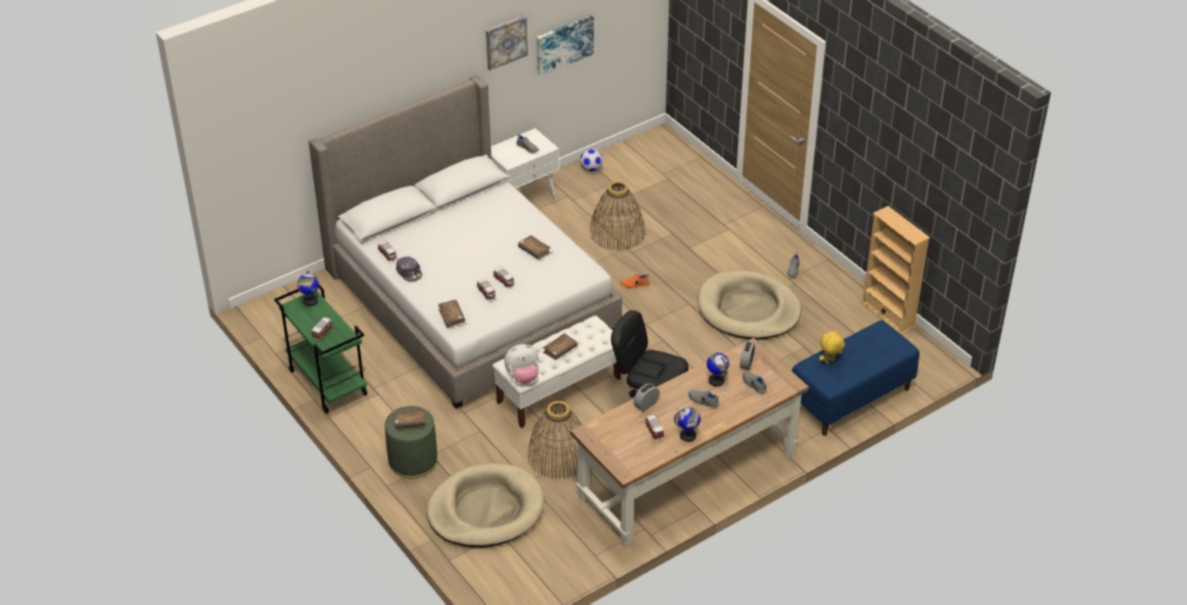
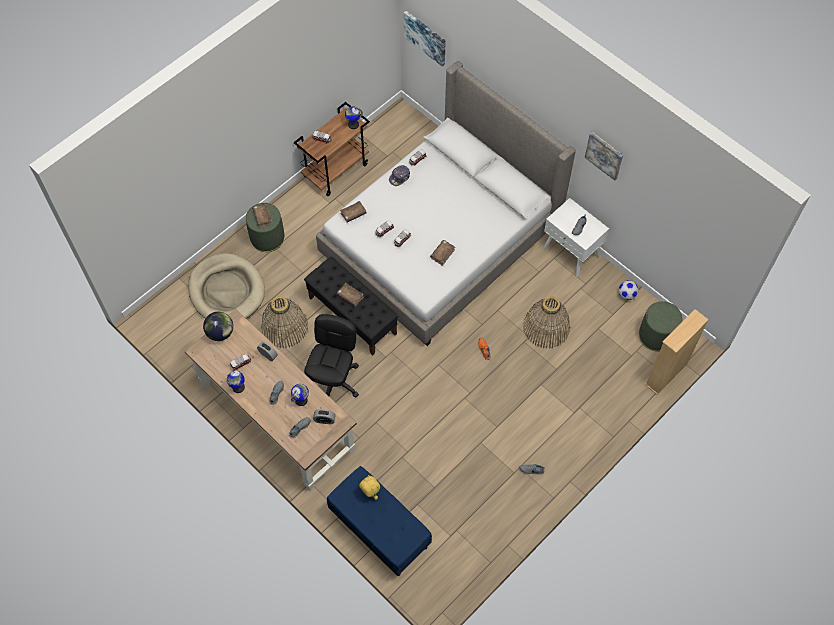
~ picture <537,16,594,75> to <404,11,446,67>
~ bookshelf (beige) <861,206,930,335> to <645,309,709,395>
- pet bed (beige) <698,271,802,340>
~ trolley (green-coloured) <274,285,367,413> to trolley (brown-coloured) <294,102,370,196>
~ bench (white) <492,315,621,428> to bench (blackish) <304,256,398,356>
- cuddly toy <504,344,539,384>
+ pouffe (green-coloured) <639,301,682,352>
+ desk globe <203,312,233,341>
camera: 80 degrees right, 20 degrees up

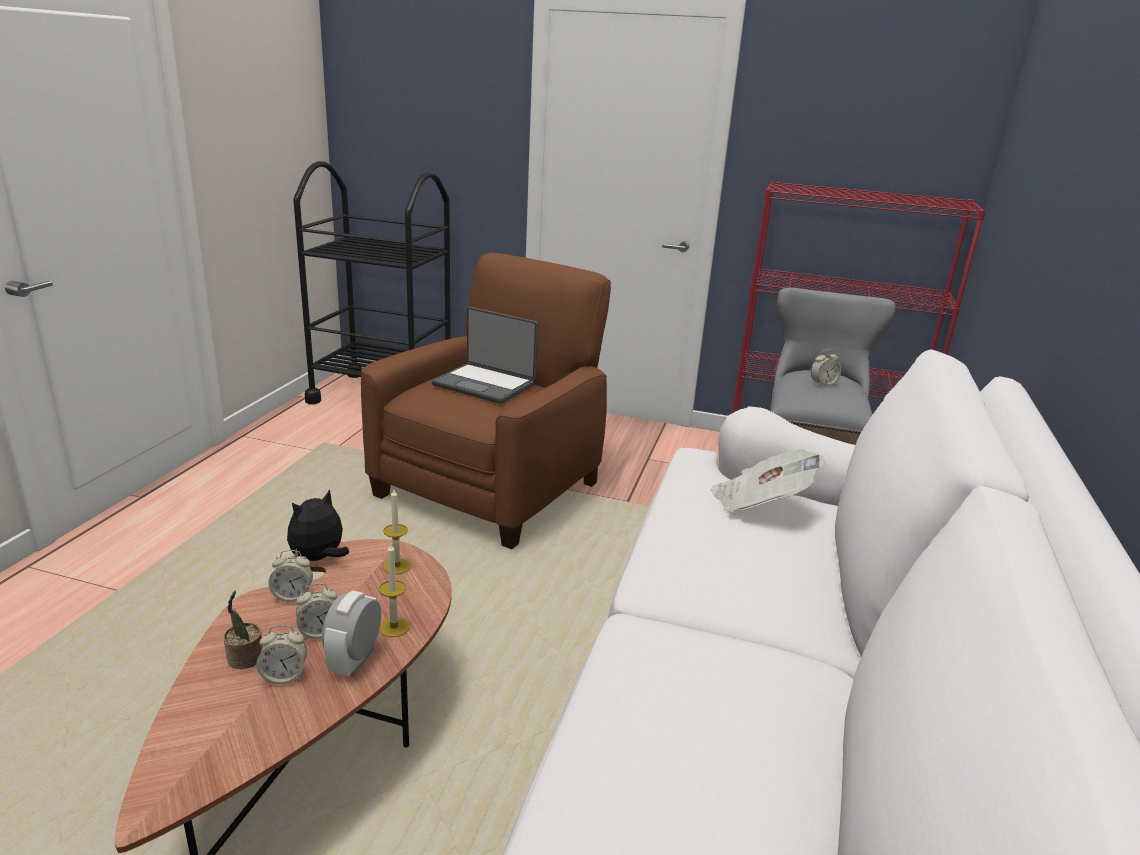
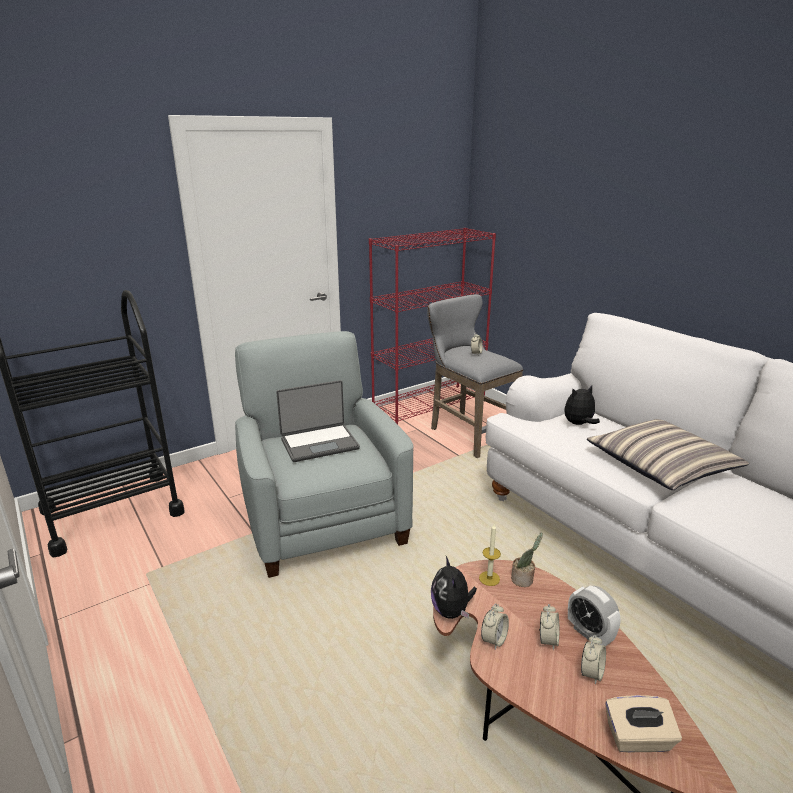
~ lounge chair (brown-coloured) <361,253,611,549> to lounge chair (gray) <235,331,413,578>
~ printed paper <711,449,825,512> to cuddly toy <564,386,600,425>
- wax candle <379,542,410,637>
~ houseplant <223,590,263,669> to <511,533,543,587>
+ cushion <587,419,749,490>
+ tissue box (beige) <605,695,682,753>
camera: 50 degrees left, 0 degrees up

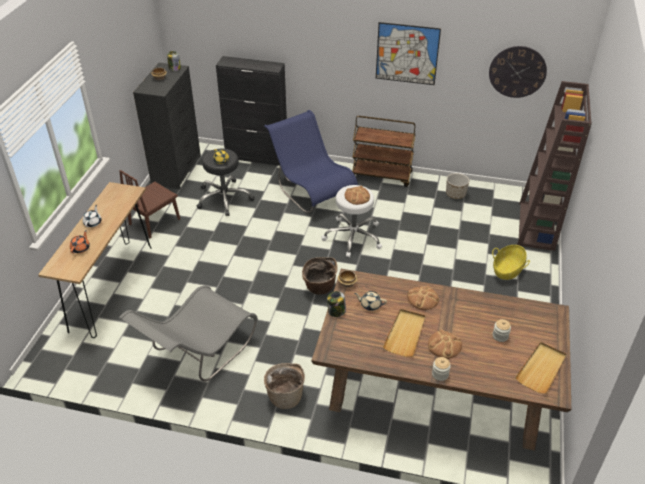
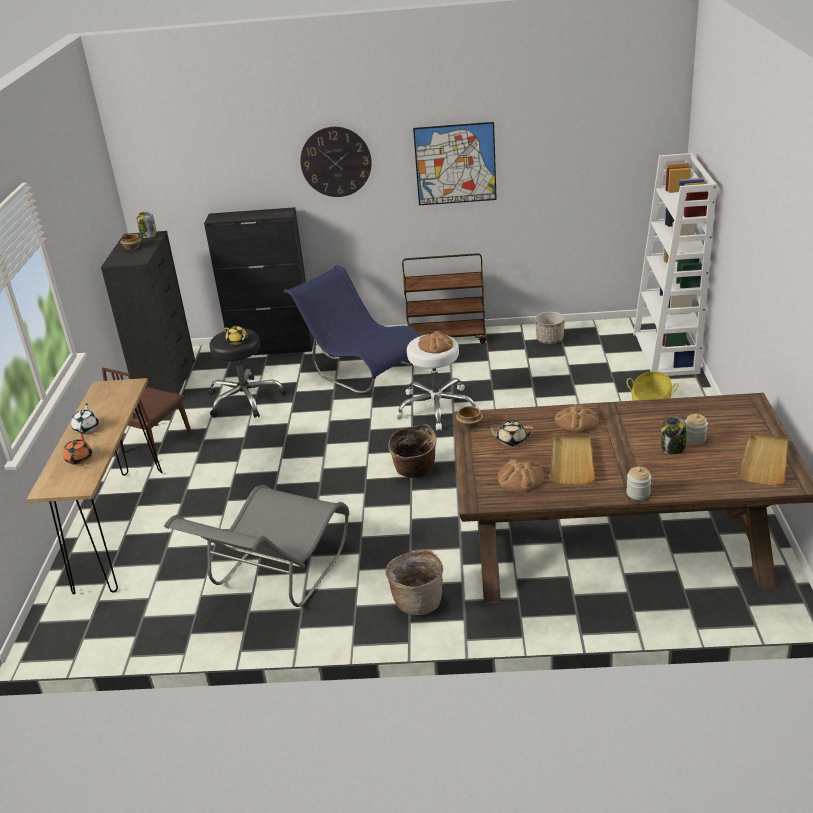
~ hanging clock <489,46,547,98> to <300,127,372,197>
~ bookshelf (brown-coloured) <517,81,592,251> to bookshelf (white) <633,153,717,376>
~ storage jar <327,291,346,317> to <661,417,687,455>
~ bread <428,329,462,359> to <497,459,544,492>
camera: 10 degrees left, 10 degrees down

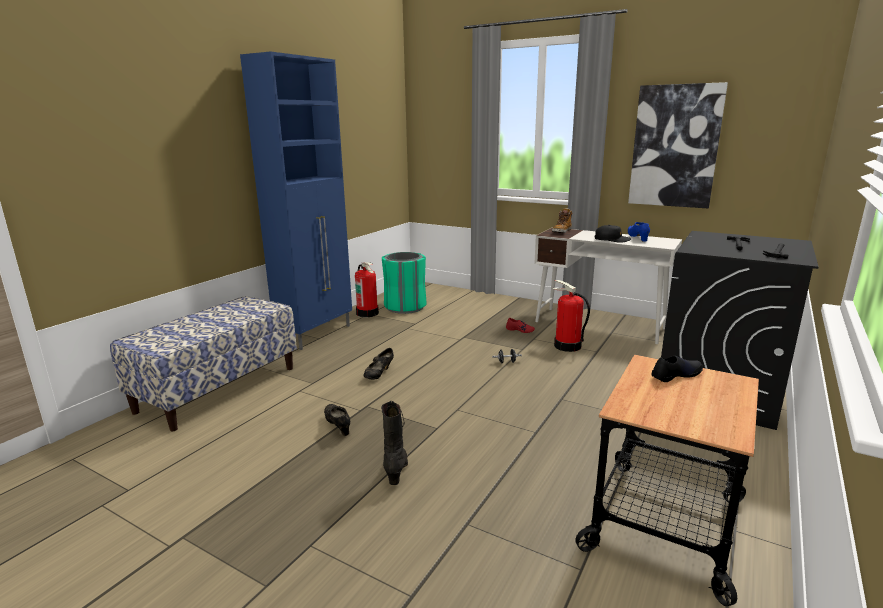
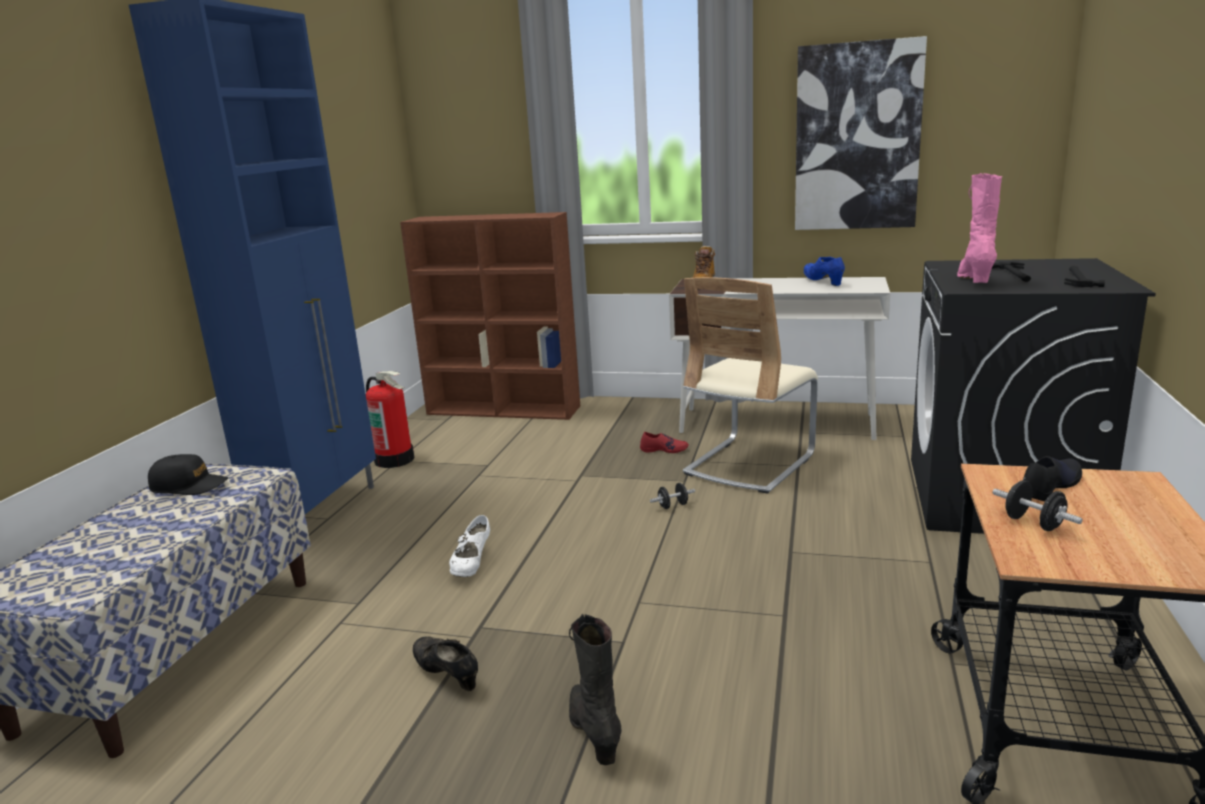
~ baseball cap (blackish) <595,225,632,243> to <148,454,228,495>
- waste bin (green-coloured) <382,252,427,314>
~ fire-fighting cylinder <552,280,590,352> to upright chair (beige) <683,277,818,493>
~ low shoe (blackish) <364,348,394,380> to low shoe (white) <449,515,490,577>
+ boot (pink-coloured) <957,173,1002,283>
+ bookshelf (brown-coloured) <400,212,580,420>
+ hand weight (blackish) <992,480,1083,531>
camera: 15 degrees left, 0 degrees up

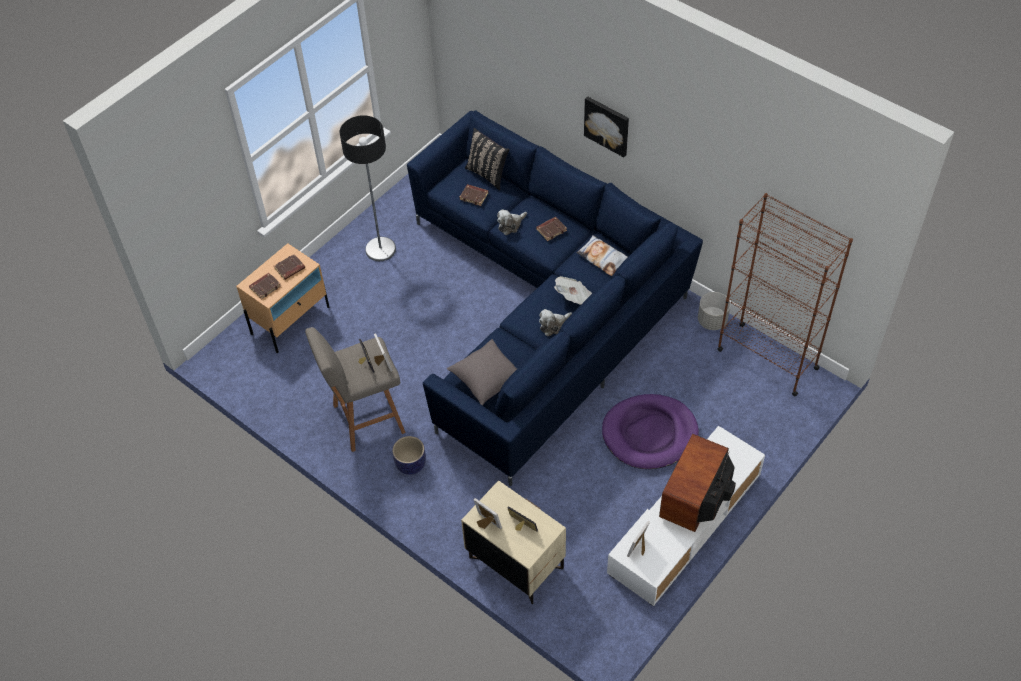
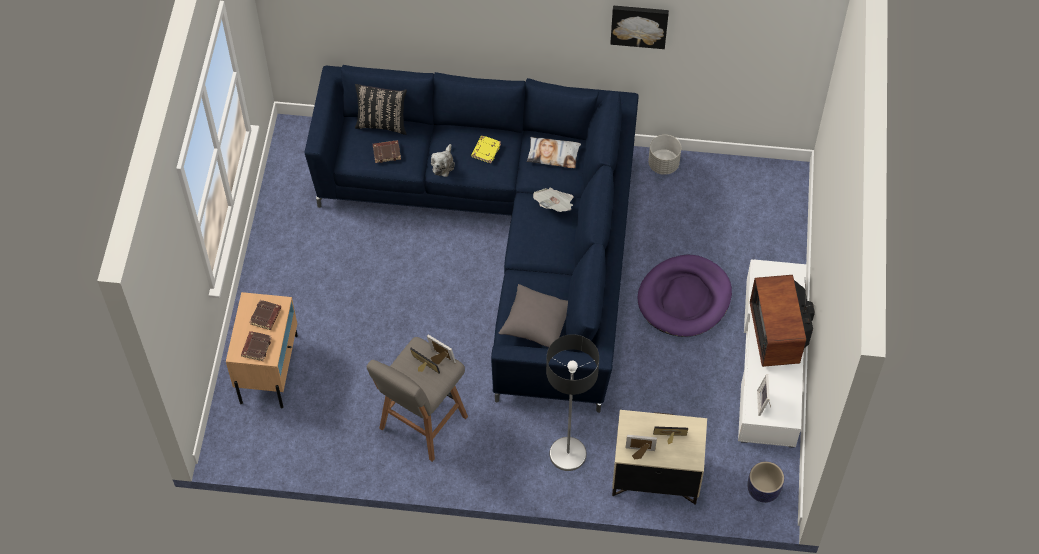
~ picture <584,96,629,157> to <610,5,669,49>
~ standard lamp <340,115,396,261> to <546,334,599,471>
- bookshelf (brown-coloured) <717,193,853,396>
~ volume (brown-coloured) <536,217,567,241> to volume (yellow-coloured) <471,136,501,163>
- cuddly toy <539,309,572,336>
~ plant pot <392,436,426,475> to <748,461,784,503>
camera: 35 degrees left, 5 degrees up

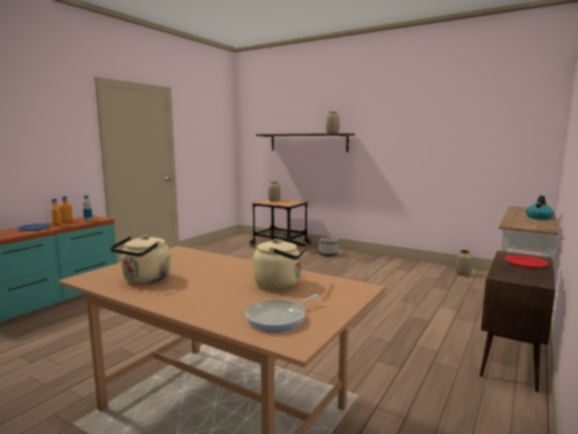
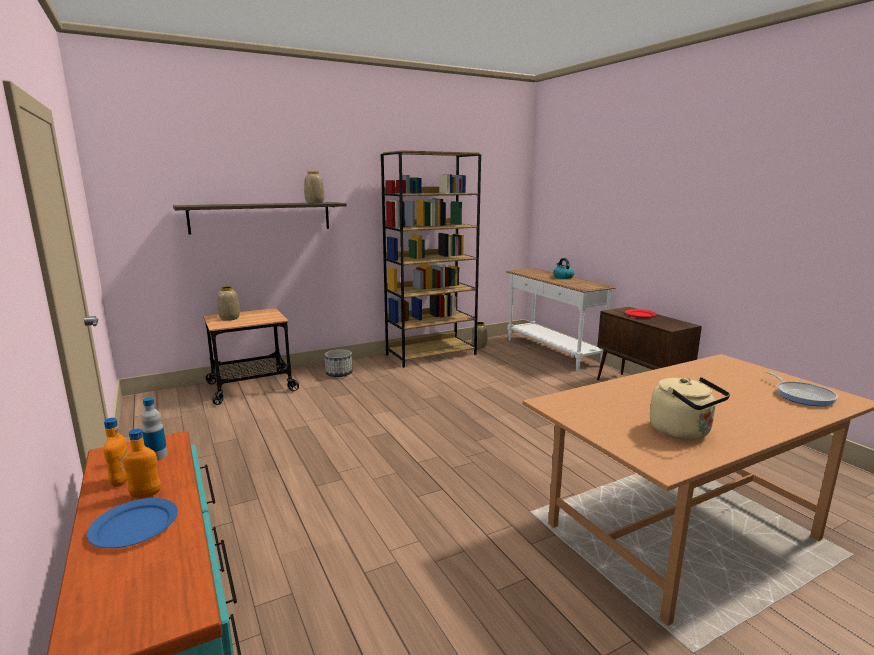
- tea kettle (beige) <253,237,308,290>
+ bookshelf (brown-coloured) <381,150,481,368>
camera: 60 degrees left, 5 degrees up

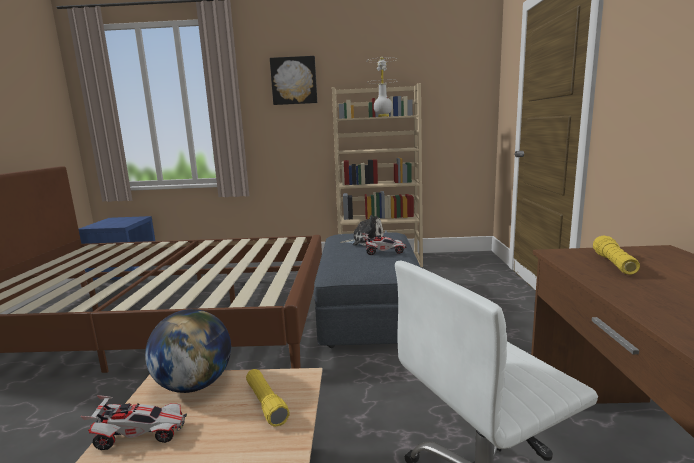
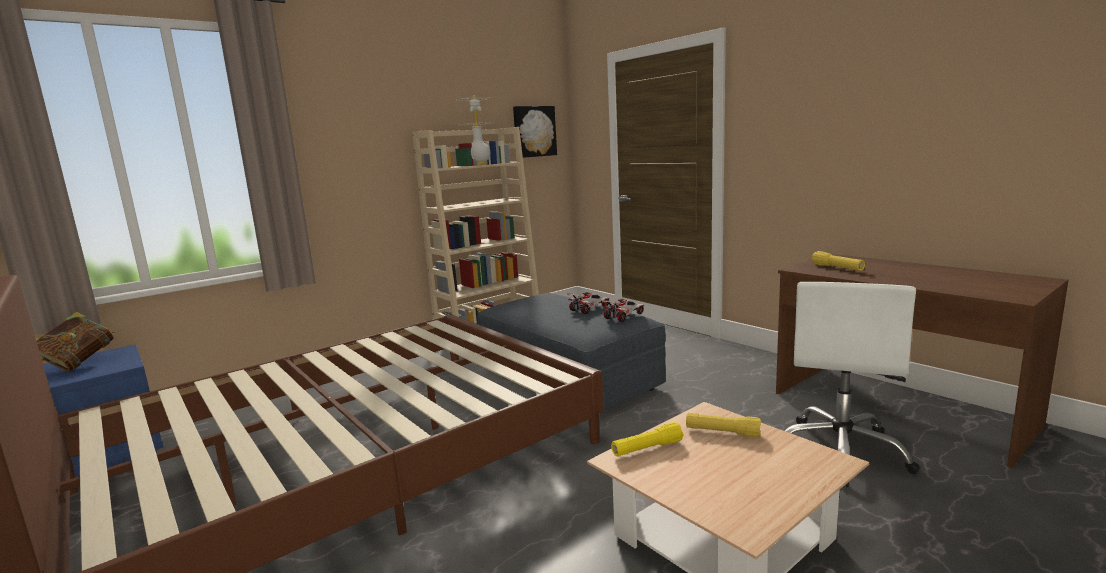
~ picture <270,56,317,105> to <513,106,557,158>
- cuddly toy <340,215,384,246>
~ desk globe <145,309,231,393> to hand torch (yellow-coloured) <611,422,683,457>
~ miniature car <81,395,187,450> to <602,299,645,322>
+ volume <36,312,115,372>
camera: 40 degrees left, 0 degrees up

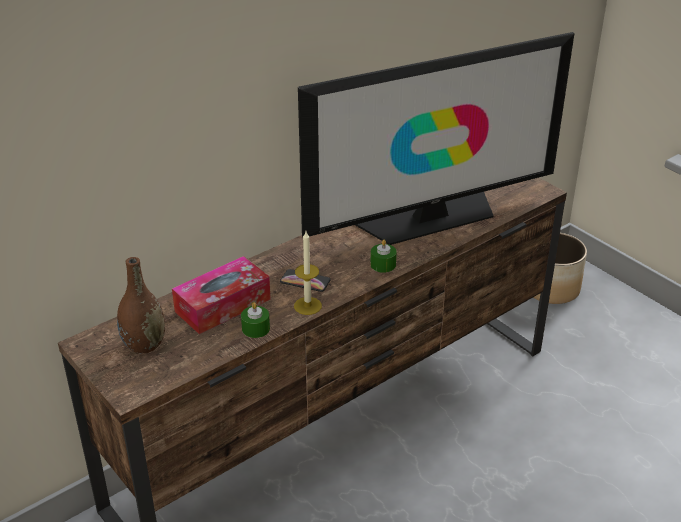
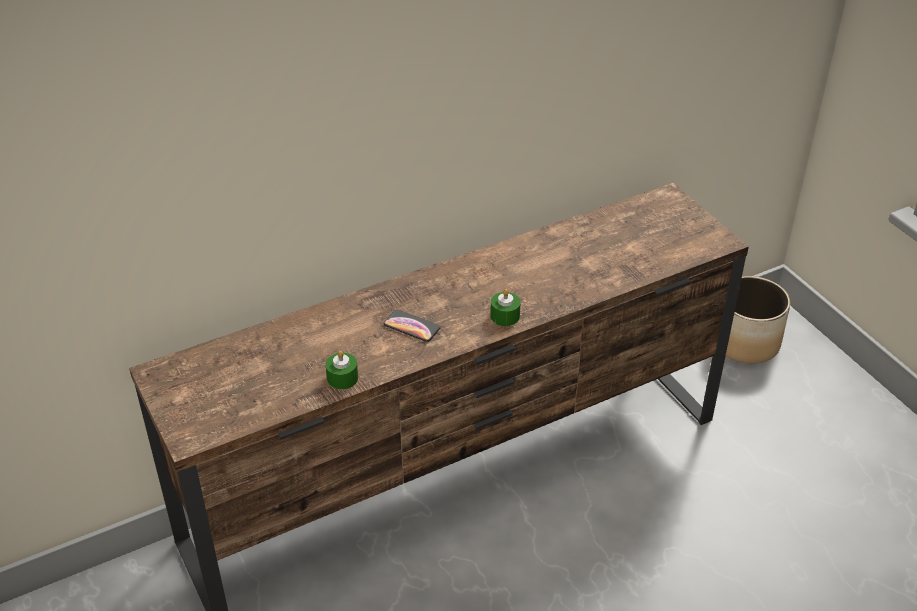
- TV <298,32,575,245>
- wax candle <294,232,322,315>
- tissue box <172,256,271,334>
- flower vase (brown-coloured) <117,257,165,353>
camera: 10 degrees right, 5 degrees up

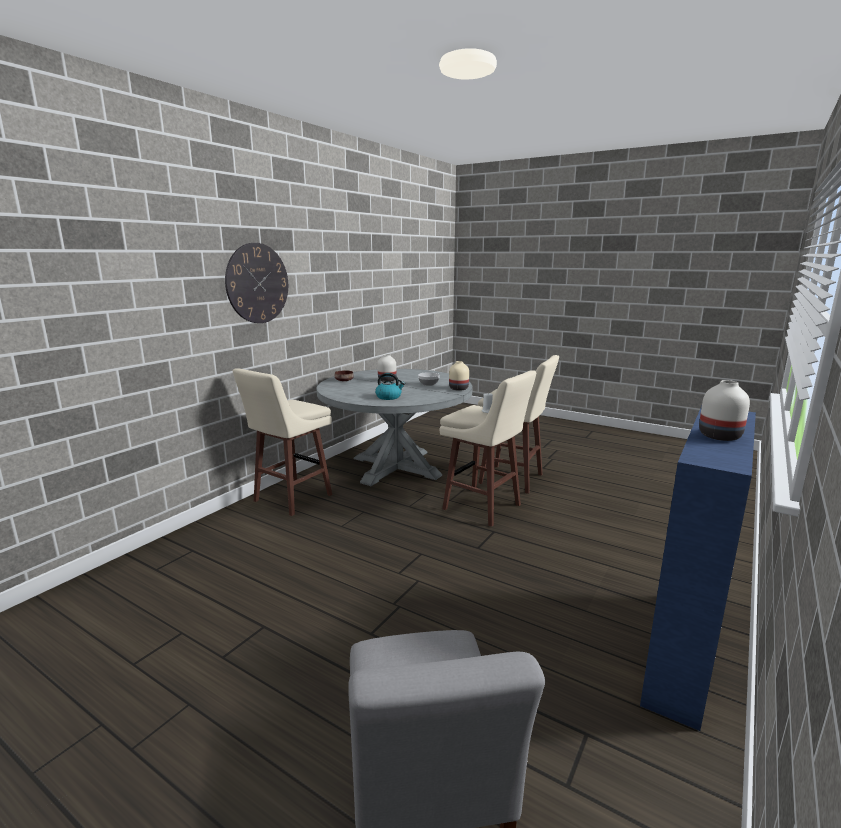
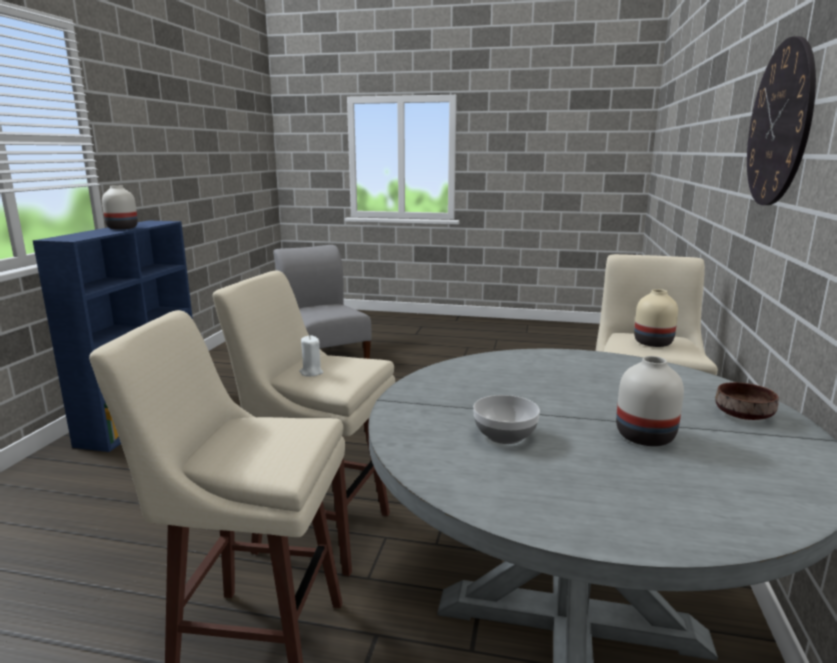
~ flower vase (beige) <449,361,469,391> to <634,289,678,347>
- tea kettle <375,373,405,400>
camera: 160 degrees right, 0 degrees up

